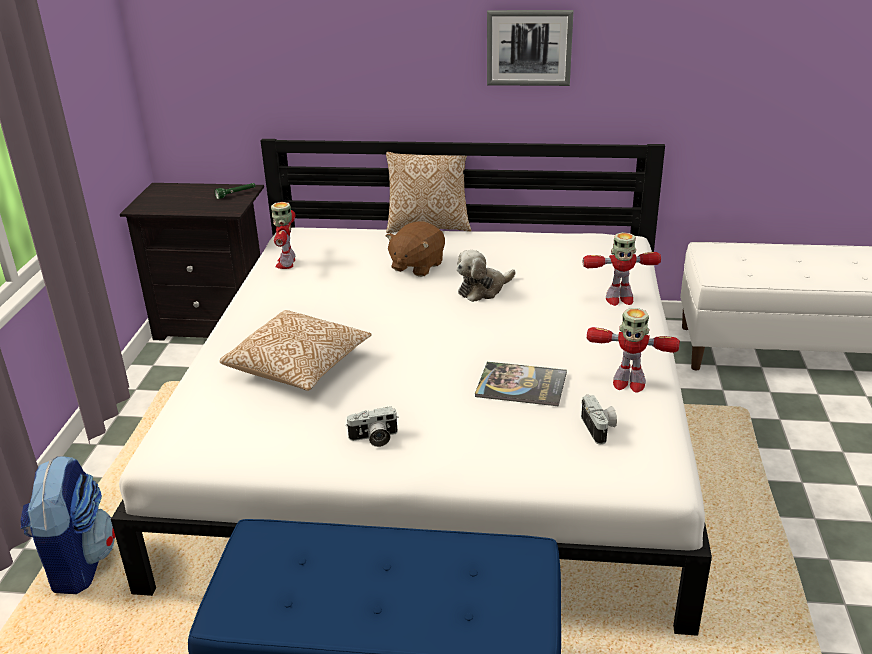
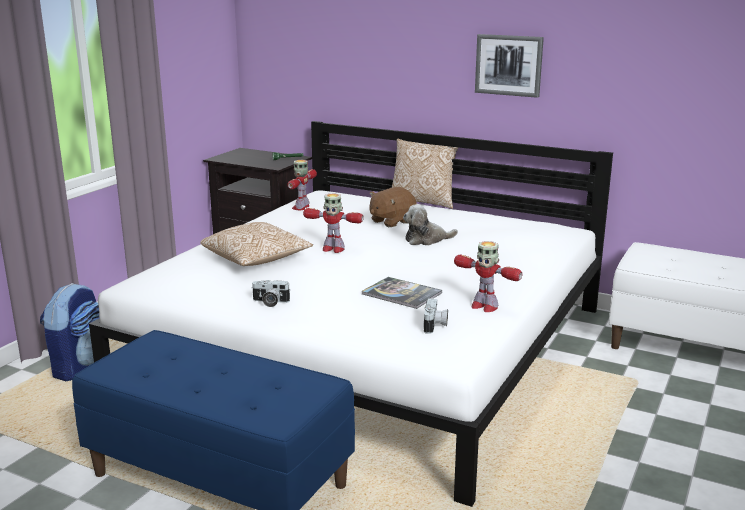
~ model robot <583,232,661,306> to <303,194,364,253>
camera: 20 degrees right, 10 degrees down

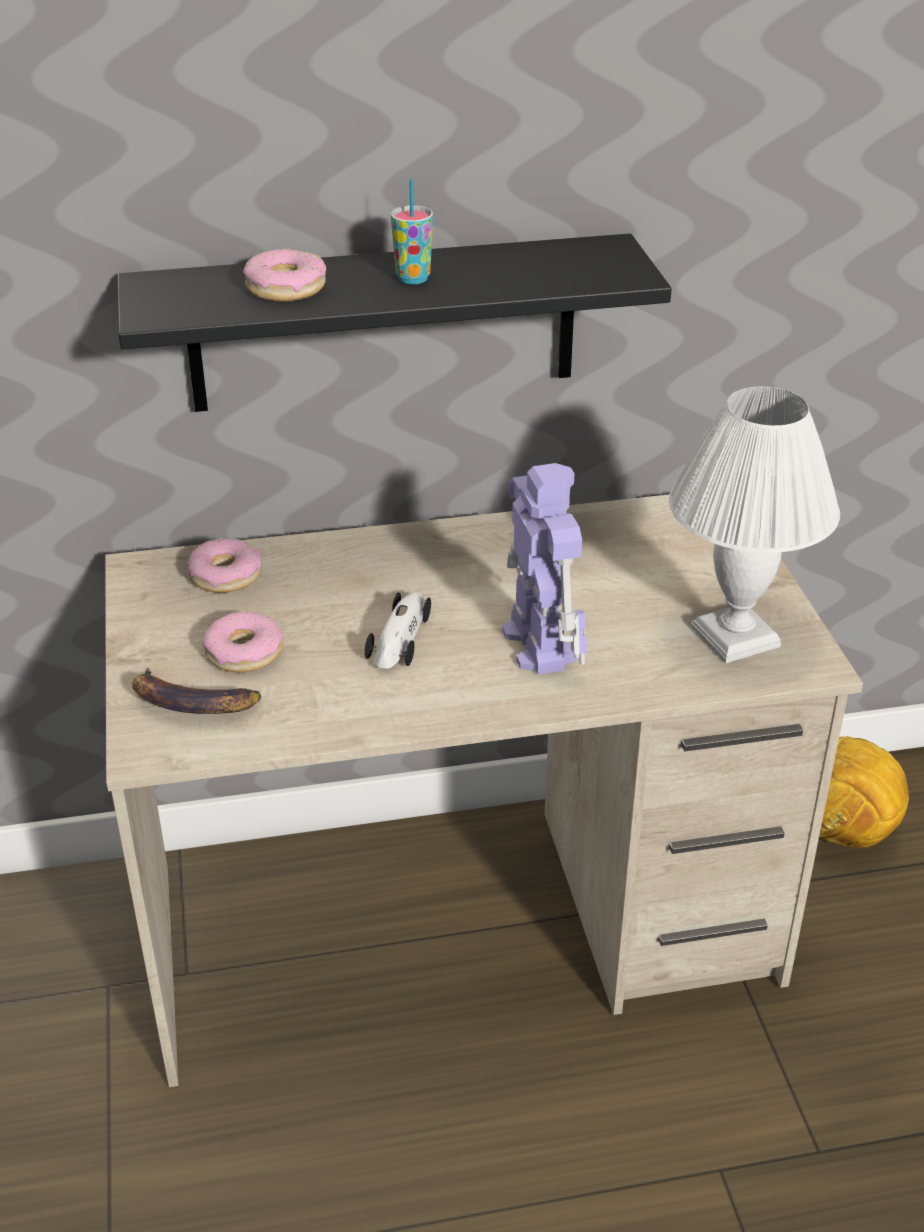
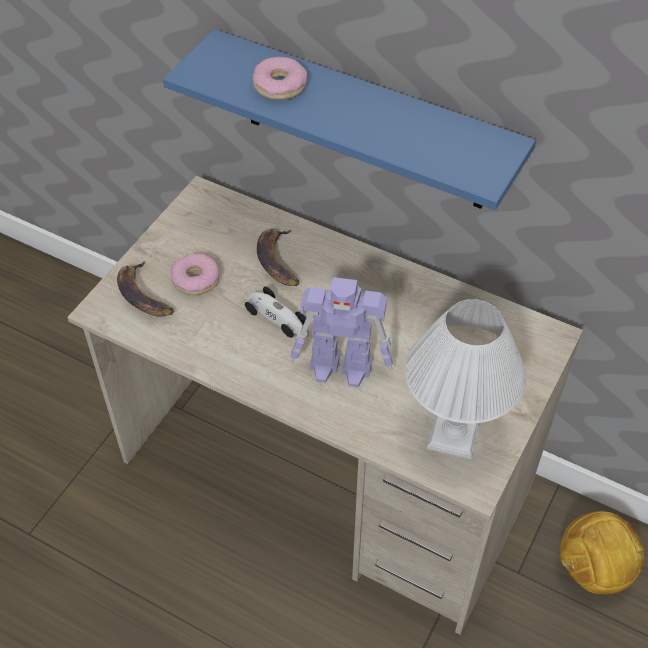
- drinking cup <391,179,433,284>
~ shelf (blackish) <117,234,672,412> to shelf (blue-coloured) <163,29,536,210>
~ model robot <502,463,587,675> = <290,277,393,387> 75 degrees clockwise
- doughnut <188,538,262,593>
~ miniature car <365,591,431,669> = <245,287,309,338> 75 degrees clockwise
+ whole banana <257,229,299,286>
camera: 40 degrees right, 15 degrees up

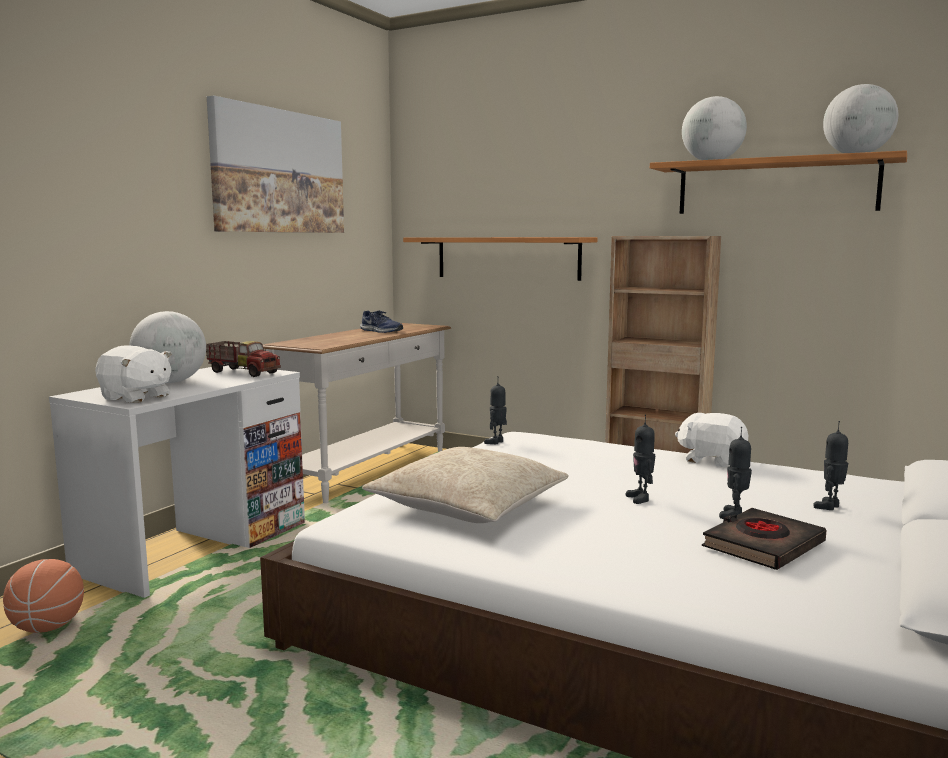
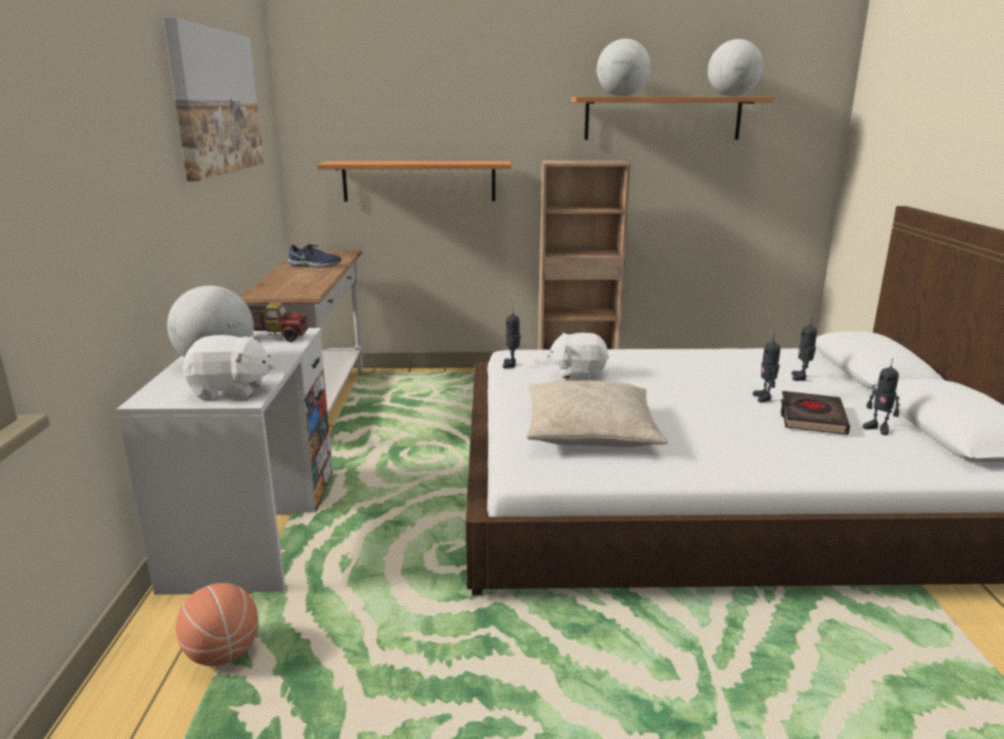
~ cuddly toy (white) <675,413,748,467> to <546,333,609,379>
~ model robot <626,414,655,504> to <863,359,900,435>
camera: 30 degrees left, 10 degrees up

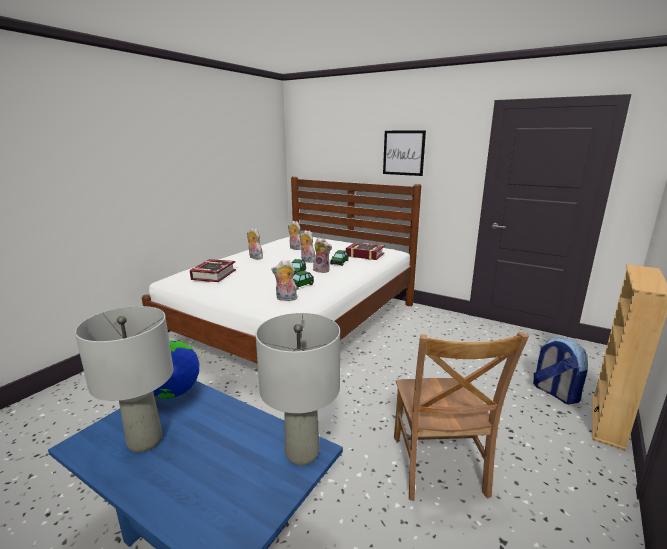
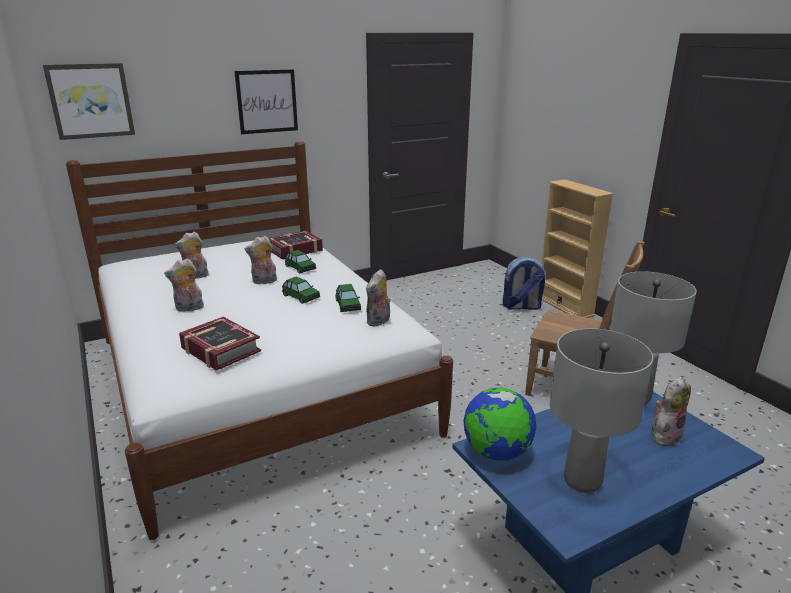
~ cuddly toy <313,238,332,273> to <651,377,691,446>
+ picture <43,63,135,140>
camera: 60 degrees left, 5 degrees up

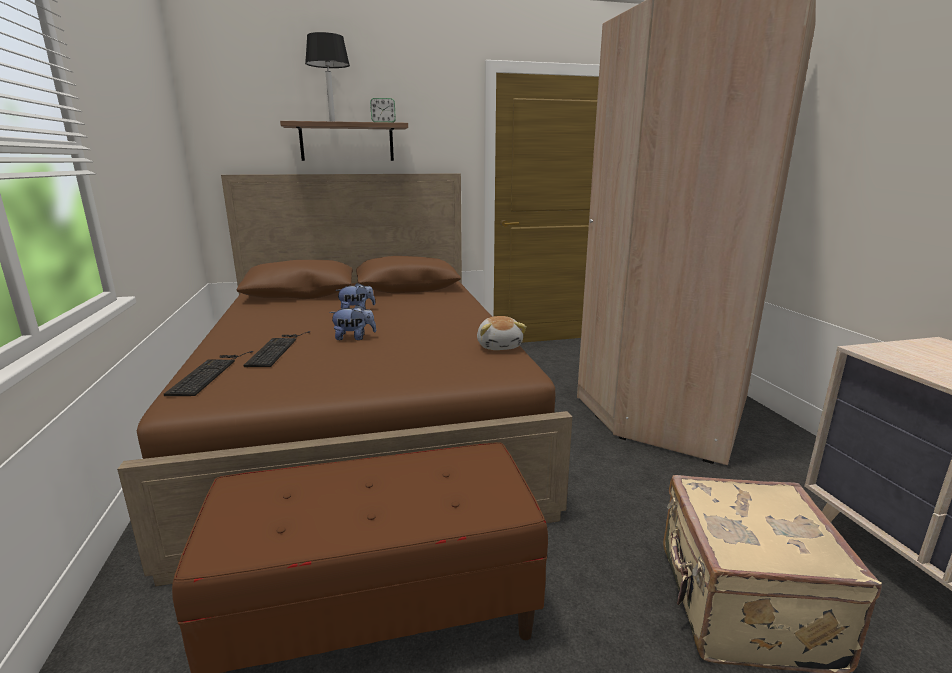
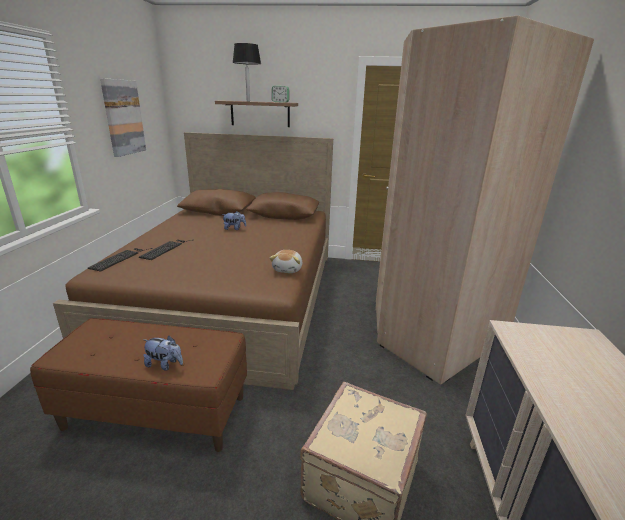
~ cuddly toy <329,305,376,340> to <143,336,183,370>
+ picture <100,78,146,157>
camera: 20 degrees right, 5 degrees up

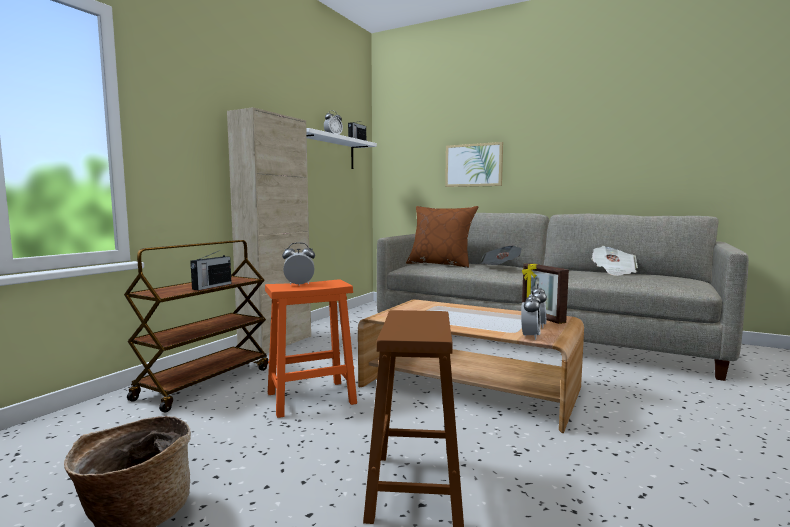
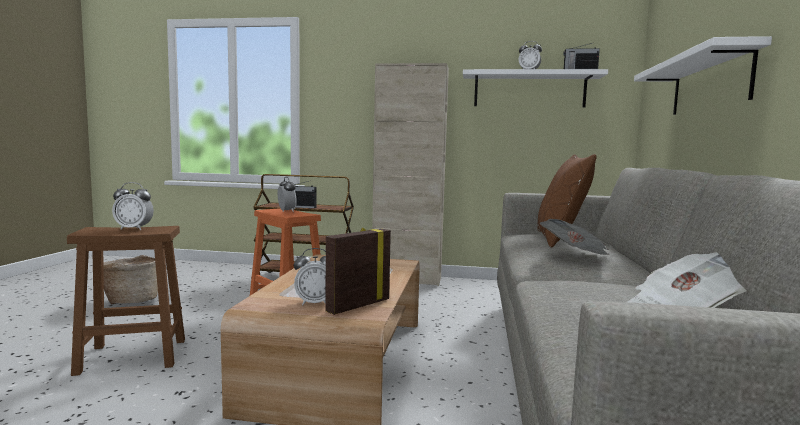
~ picture <445,142,503,187> to shelf (white) <634,36,772,115>
~ table clock <521,291,541,340> to <112,182,154,230>
camera: 70 degrees right, 0 degrees up

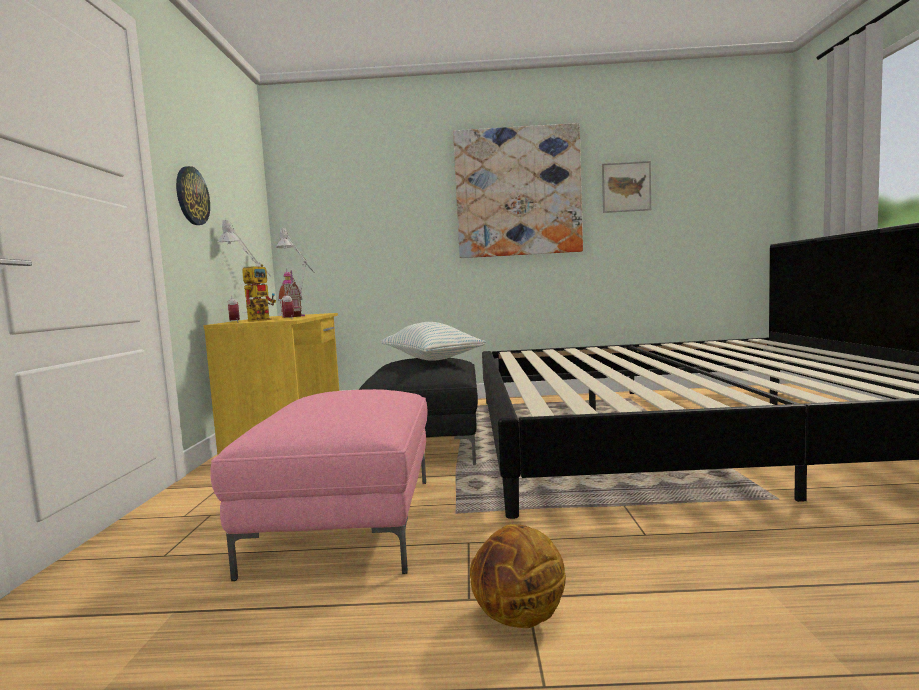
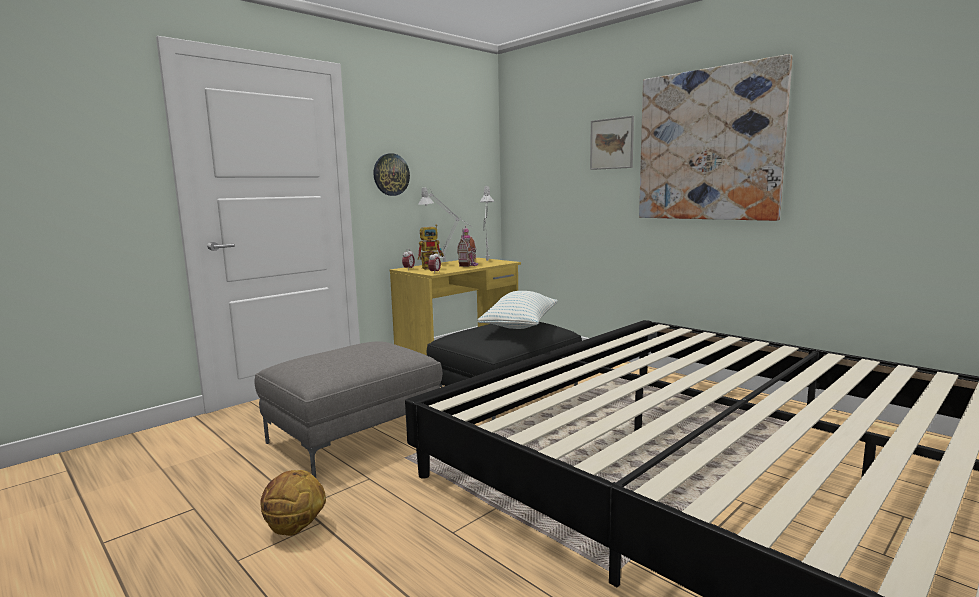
~ picture <602,161,651,213> to <590,116,634,170>
~ pouffe (pink-coloured) <210,389,427,581> to pouffe (gray) <255,341,442,478>
camera: 45 degrees right, 5 degrees up

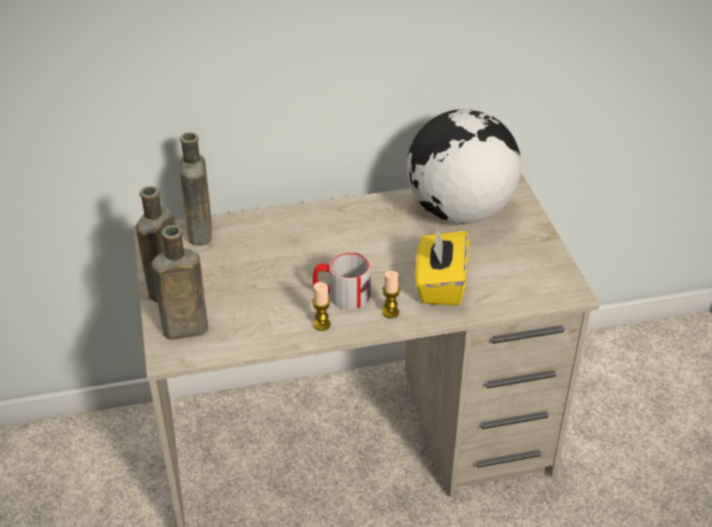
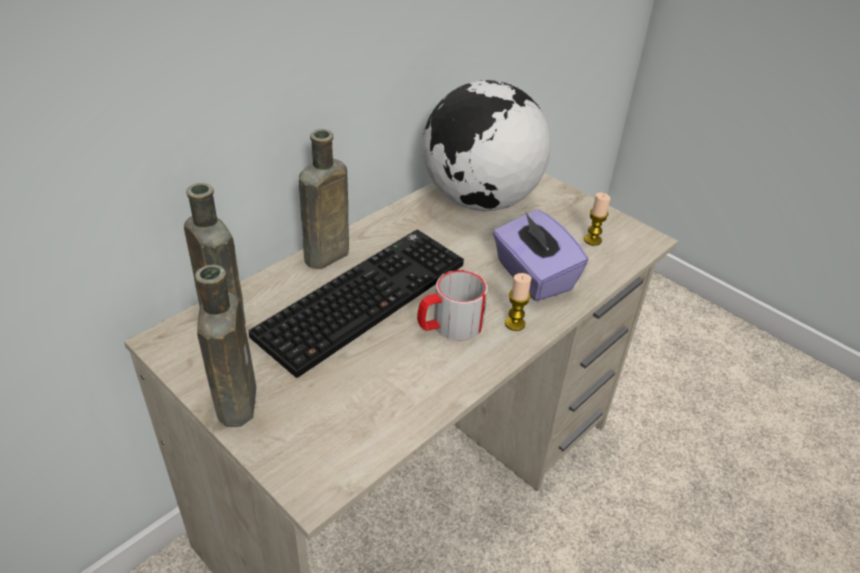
~ beverage bottle (brown-coloured) <152,225,208,340> to <299,129,349,269>
~ tissue box (yellow-coloured) <415,229,469,306> to tissue box (purple) <493,209,588,301>
~ wax candle <312,282,331,331> to <584,193,611,246>
+ computer keyboard <249,230,464,378>
camera: 35 degrees left, 0 degrees up

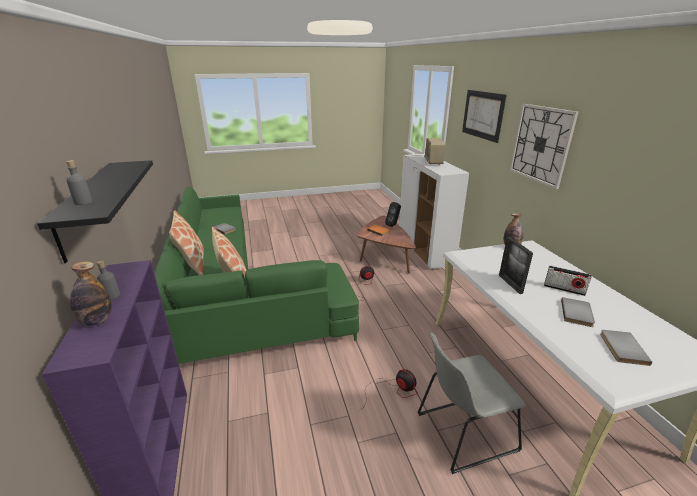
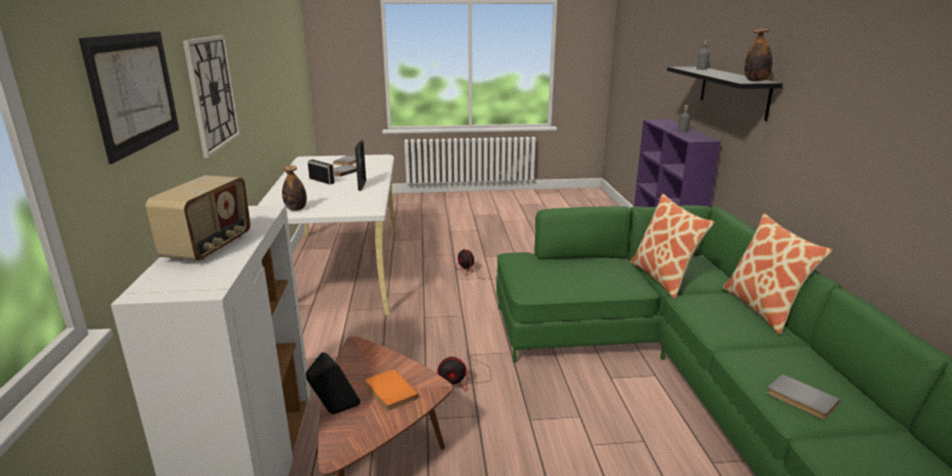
~ beverage bottle <70,261,112,326> to <744,29,773,82>
- upright chair (gray) <418,332,526,474>
camera: 170 degrees left, 5 degrees down

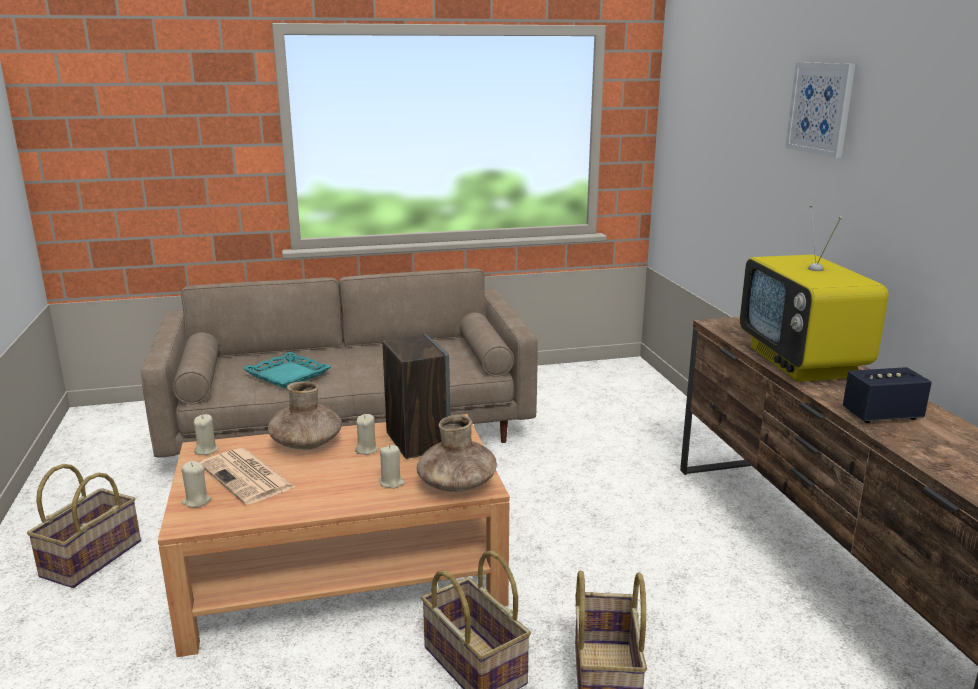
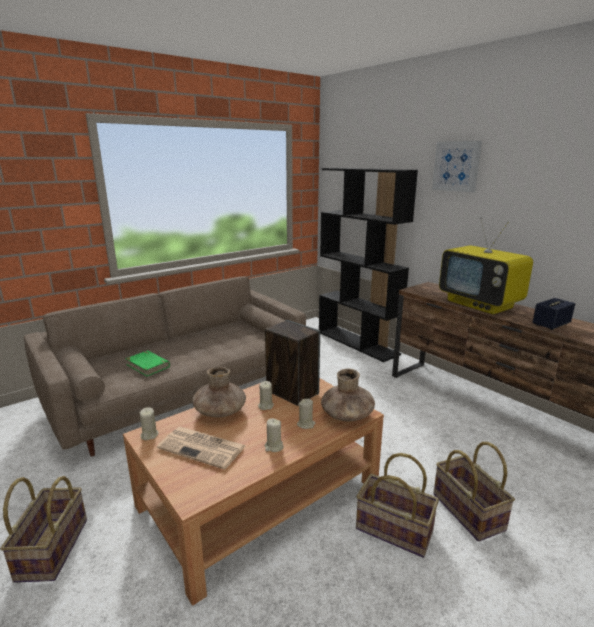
~ serving tray (blue-green) <242,352,332,388> to volume (green-coloured) <125,350,170,376>
~ wax candle (beige) <181,461,211,508> to <265,419,284,452>
+ bookshelf (blackish) <319,168,418,362>
camera: 25 degrees left, 0 degrees up

